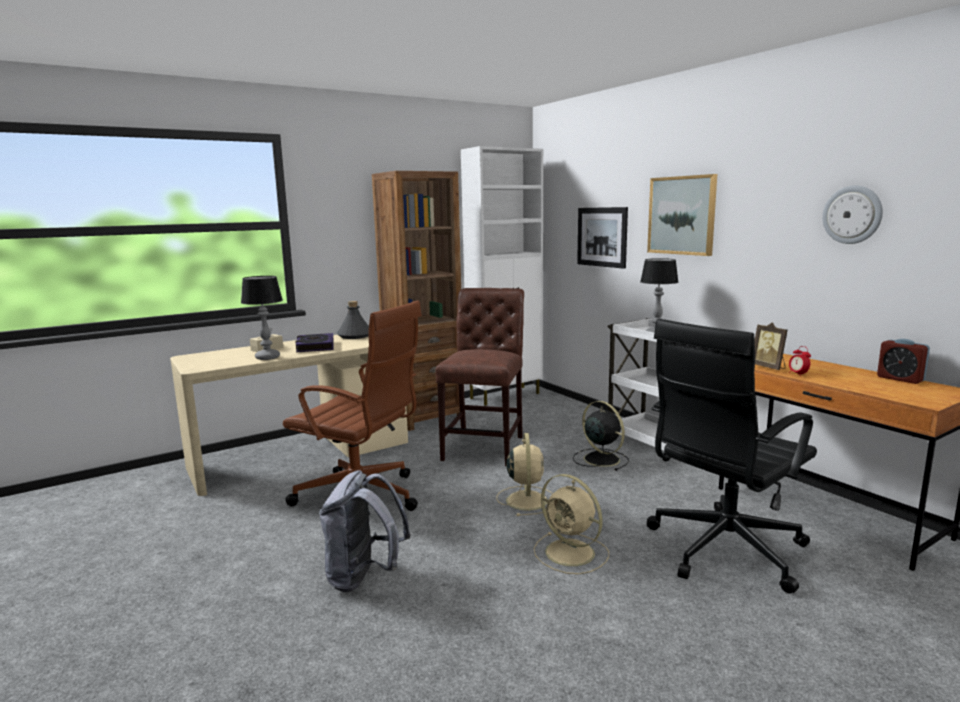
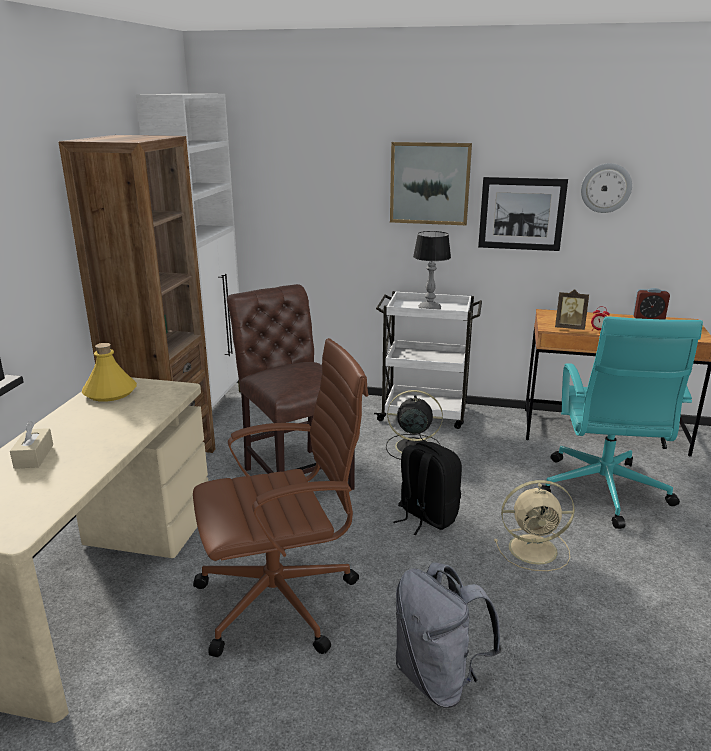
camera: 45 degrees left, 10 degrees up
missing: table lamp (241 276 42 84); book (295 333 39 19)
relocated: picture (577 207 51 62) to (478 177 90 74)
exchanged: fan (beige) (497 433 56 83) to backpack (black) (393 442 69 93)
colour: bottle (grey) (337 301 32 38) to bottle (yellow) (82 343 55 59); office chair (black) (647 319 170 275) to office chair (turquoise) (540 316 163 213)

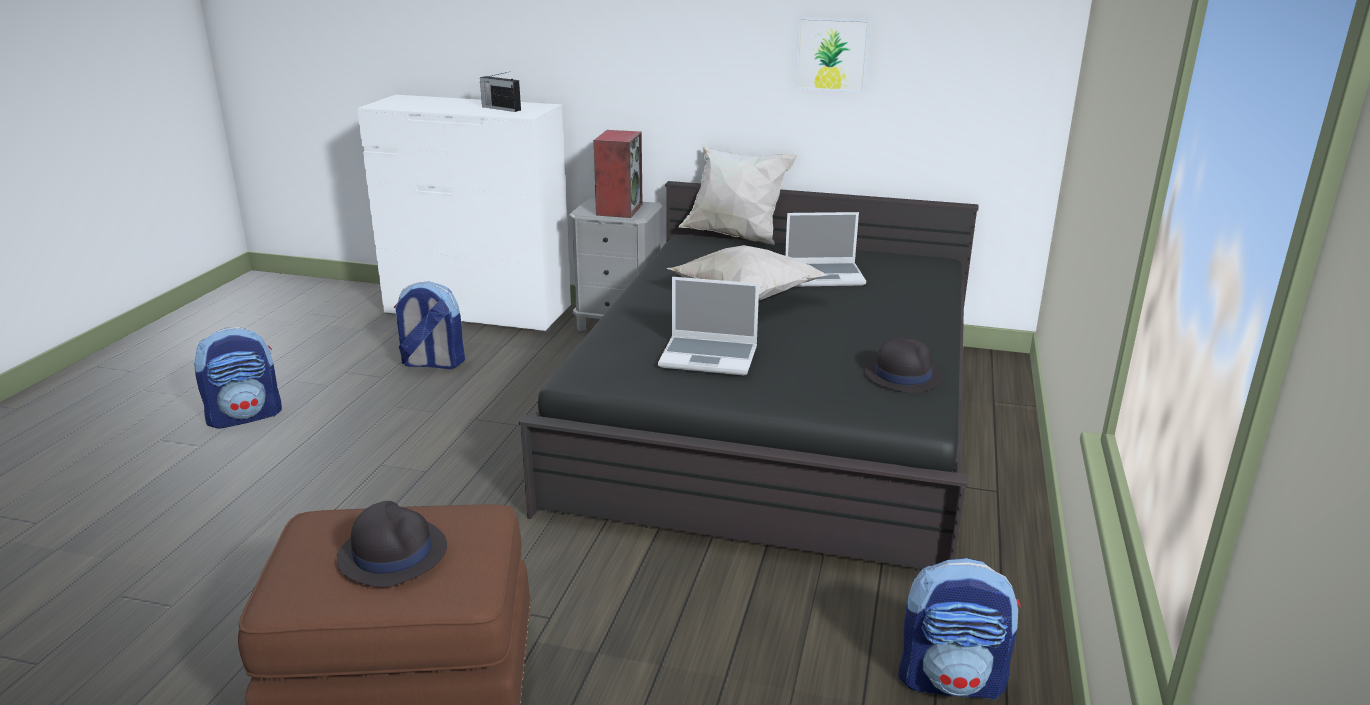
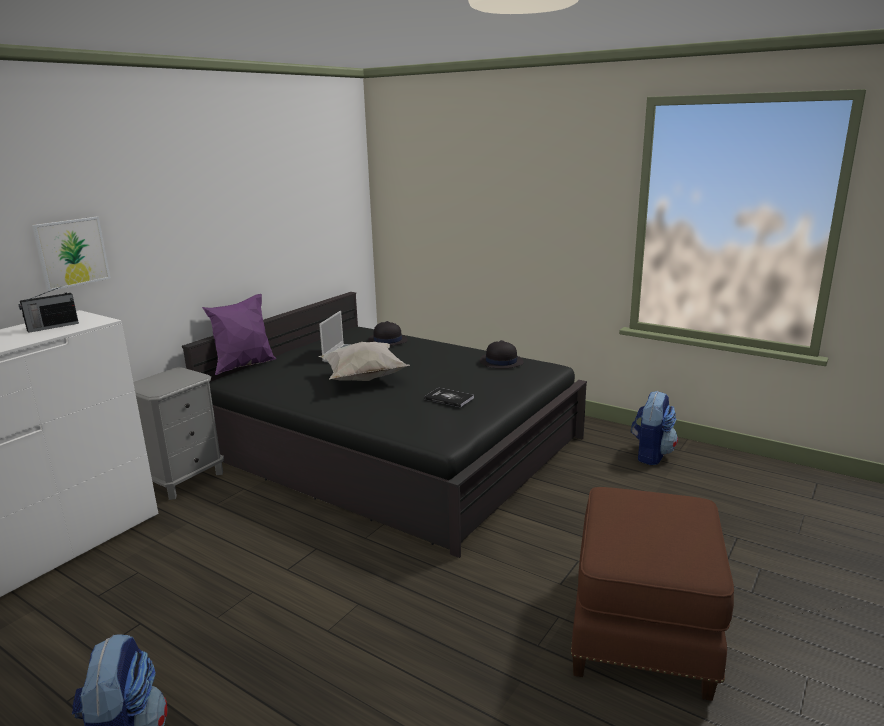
camera: 70 degrees left, 5 degrees down
missing: backpack (394 281 71 88); speaker (594 130 49 88)
relocated: hat (black) (337 501 110 86) to (368 321 40 25); picture (795 17 76 76) to (32 217 78 74)
exchanged: laptop (658 277 101 98) to book (424 388 50 19)
colour: pillow (white) (679 145 118 100) to pillow (purple) (202 294 74 81)

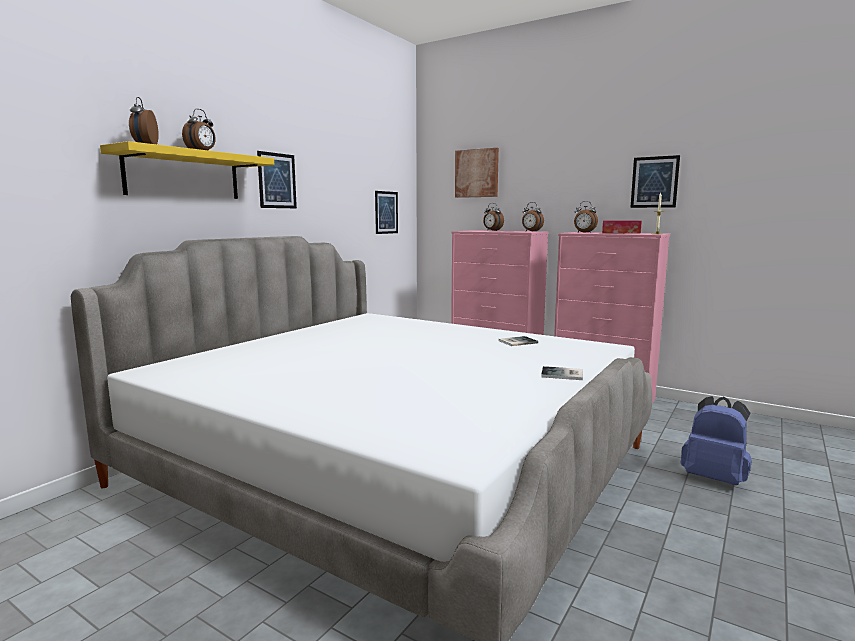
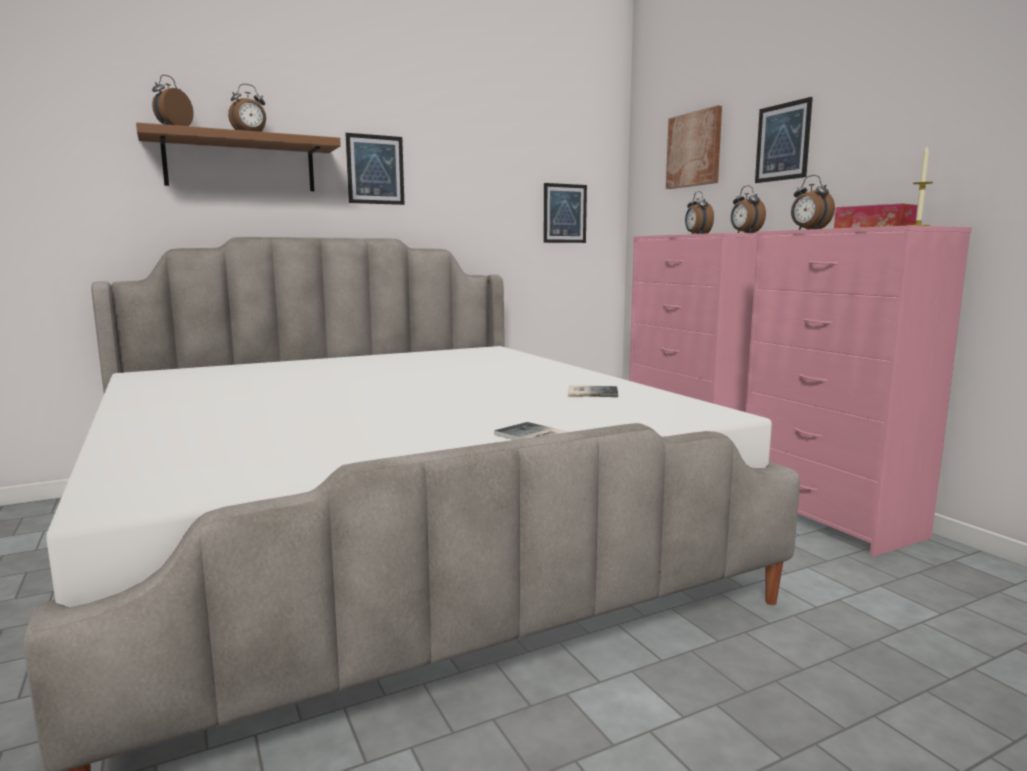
camera: 30 degrees right, 0 degrees up
missing: backpack (blue) (680 396 72 89)
relocated: picture (630 155 50 53) to (755 97 58 86)
colour: shelf (yellow) (100 141 174 58) to shelf (brown) (136 122 205 69)

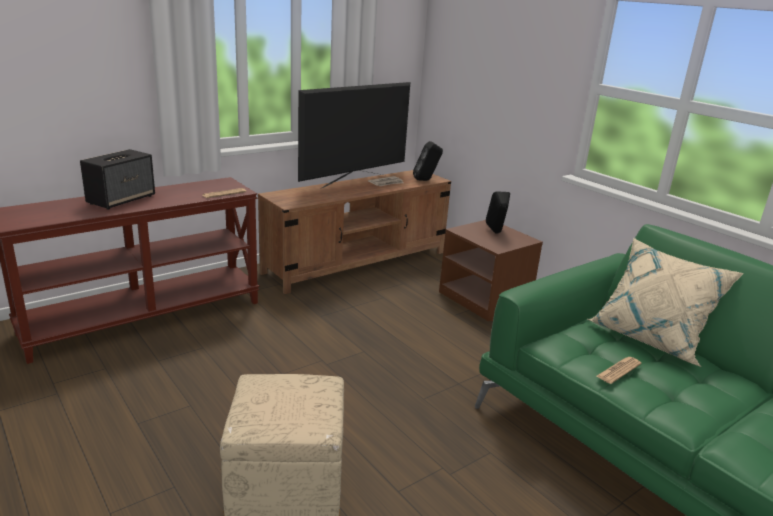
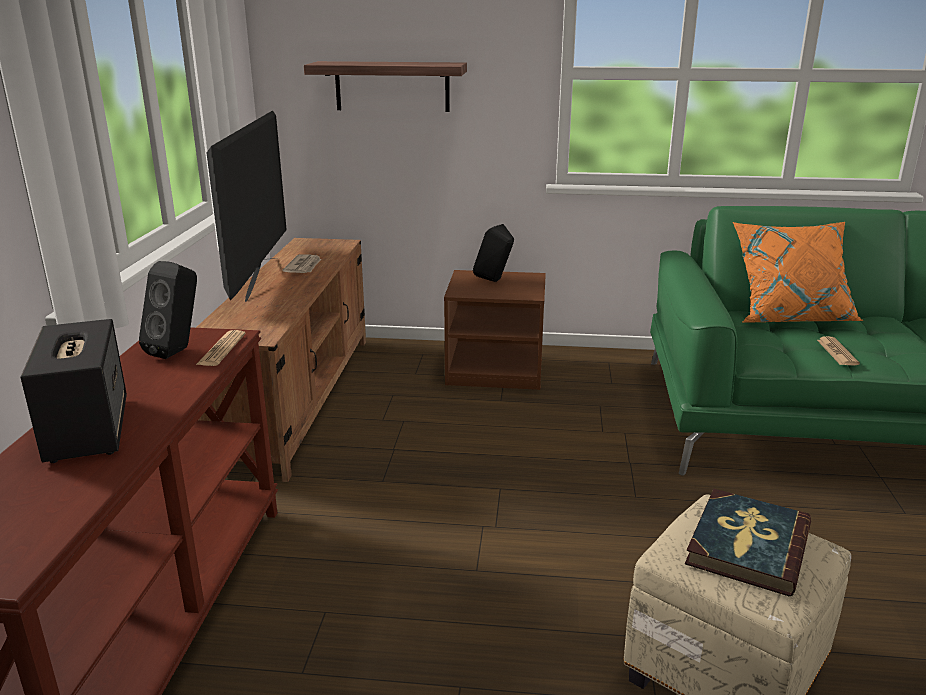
camera: 45 degrees left, 0 degrees up
appeared: shelf (304 61 163 51); book (685 489 126 107)
relocated: speaker (black) (413 141 30 40) to (139 261 58 98)
colour: pillow (beige) (587 238 157 129) to pillow (orange) (733 222 131 101)

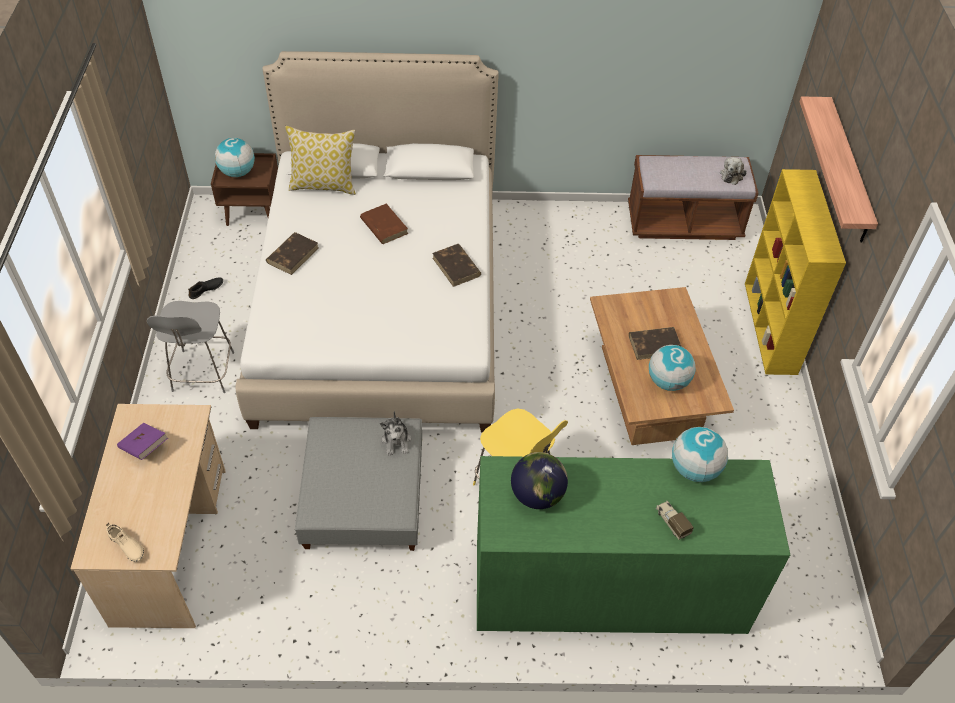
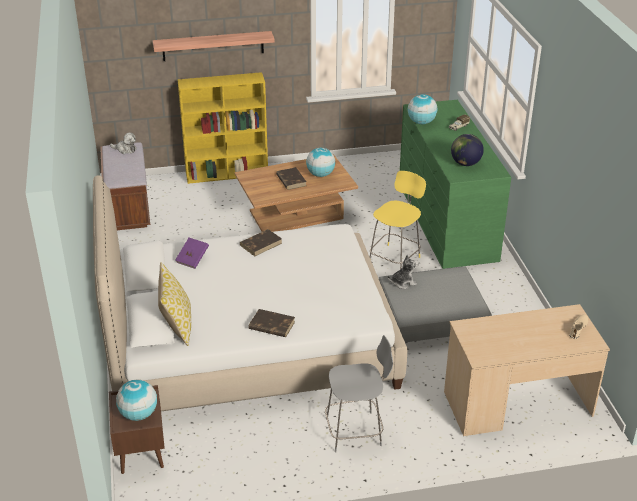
camera: 100 degrees left, 15 degrees down
missing: shoe (black) (188 278 35 21); book (brown) (360 204 48 40)
relocated: book (purple) (117 423 51 37) to (175 238 34 31)

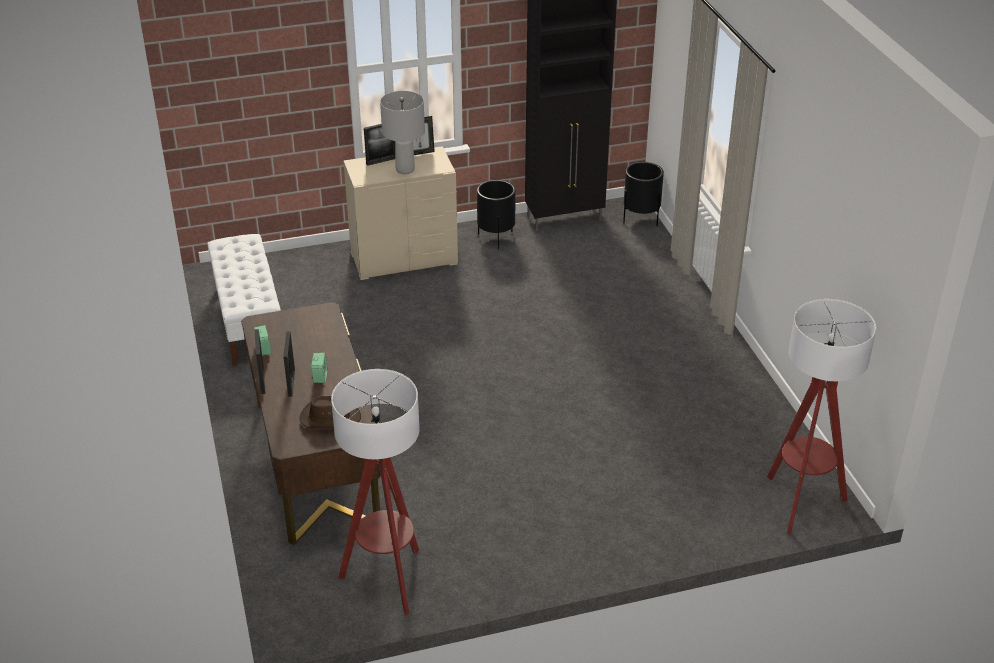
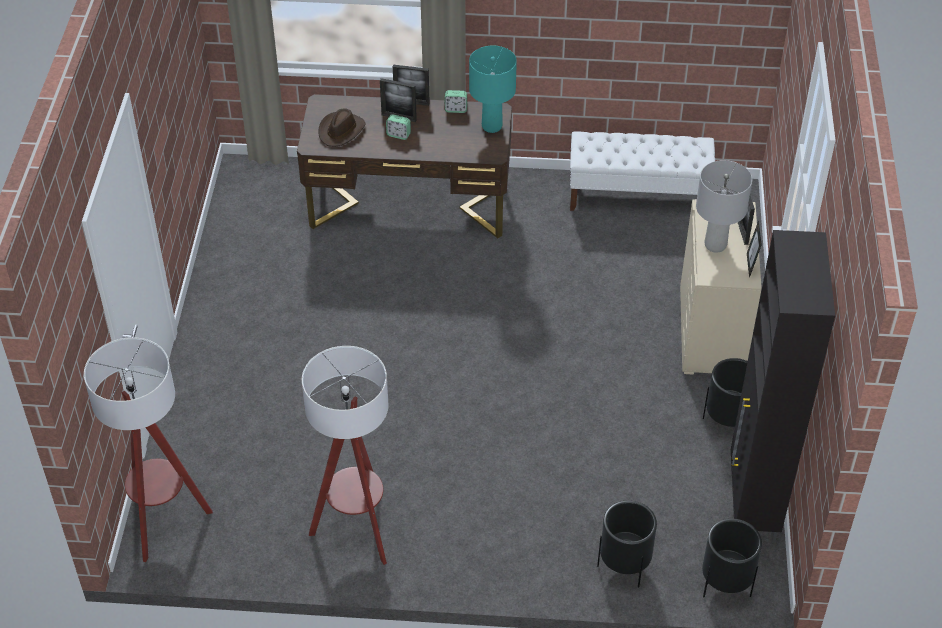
camera: 110 degrees right, 10 degrees up
appeared: table lamp (turquoise) (469 46 48 87); planter (black) (597 500 60 88)
relocated: floor lamp (331 369 88 246) to (302 346 86 219)

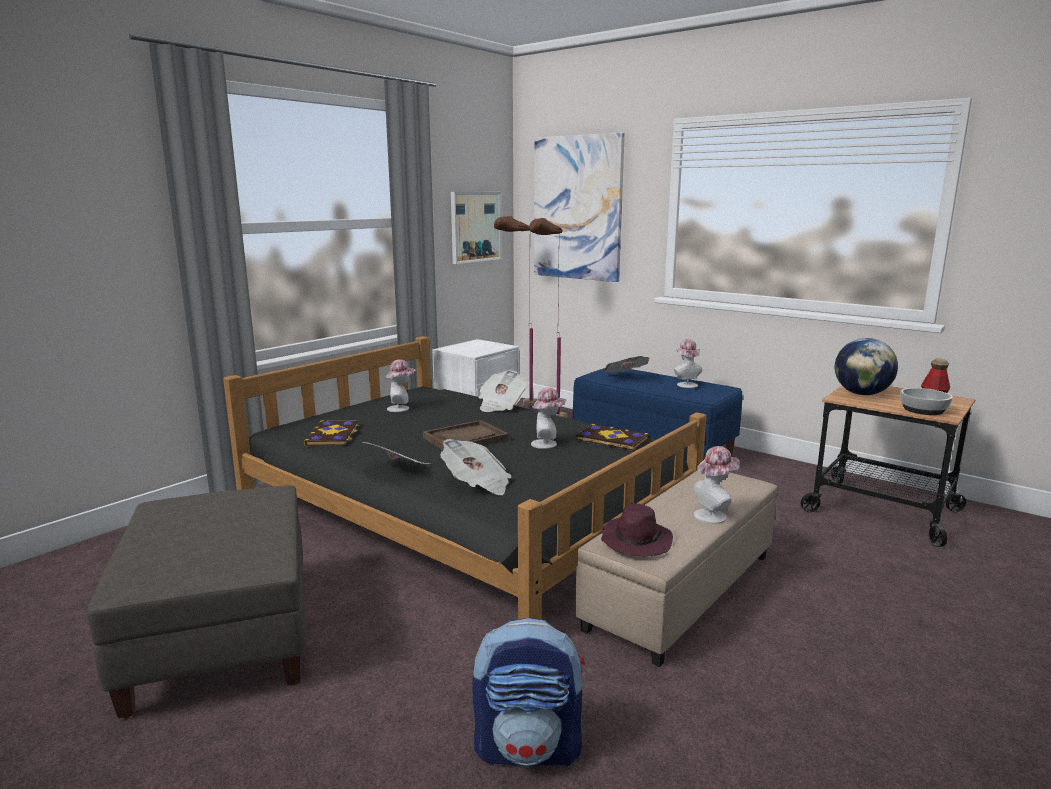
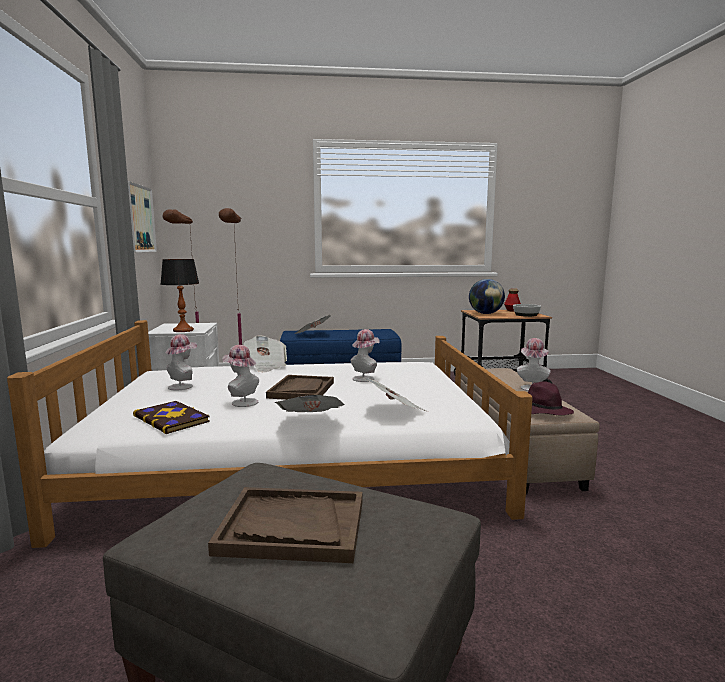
camera: 45 degrees left, 5 degrees down
missing: backpack (472 618 113 149); picture (534 132 91 150); book (576 424 73 27)
appeared: table lamp (160 259 39 73); tray (brown) (208 487 155 76)
relocated: hat (674 339 29 49) to (222 345 37 62)
colour: bed (black) (223 336 484 284) to bed (white) (7 320 526 228)

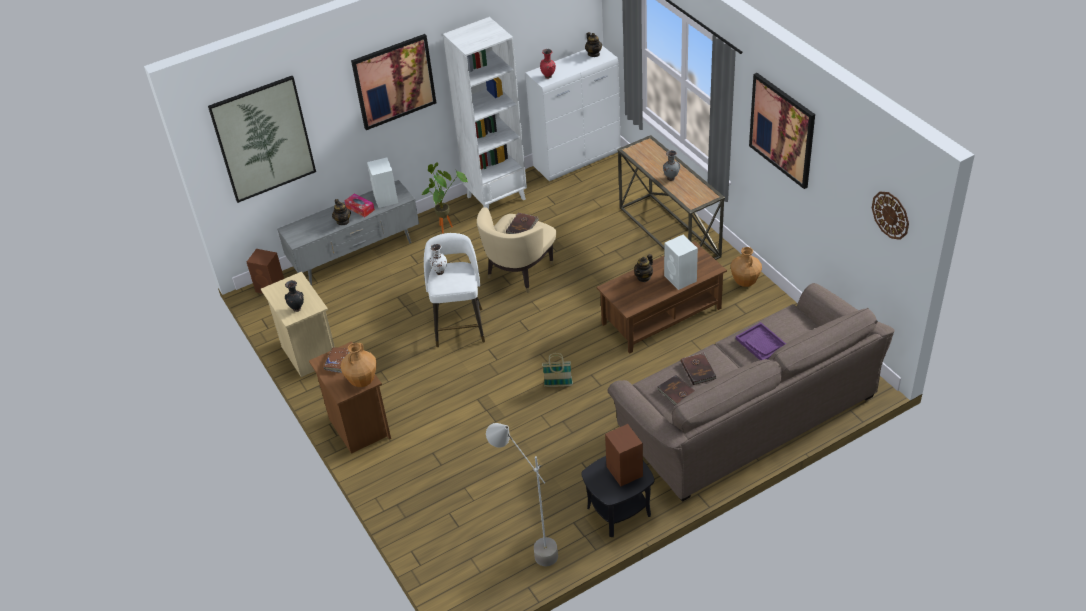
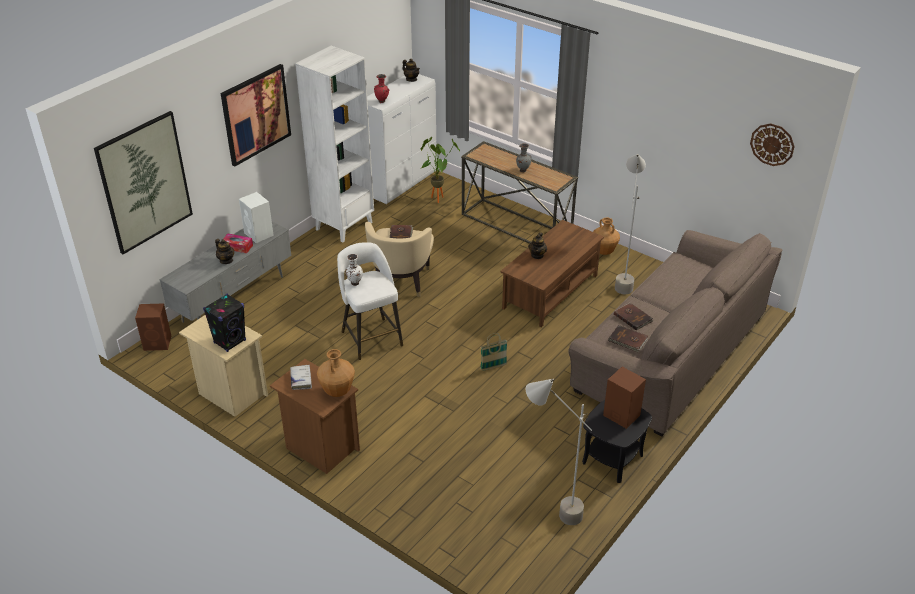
camera: 25 degrees left, 5 degrees down
missing: speaker (white) (664 235 34 55); tray (purple) (736 322 50 38); picture (749 73 66 116)
appeared: floor lamp (grey) (615 154 31 140)
relocated: potted plant (421 162 47 71) to (420 137 40 66)
exchanged: vase (black) (285 280 19 32) to speaker (black) (203 294 43 58)
colour: book (brown) (324 347 26 26) to book (white) (290 365 22 25)

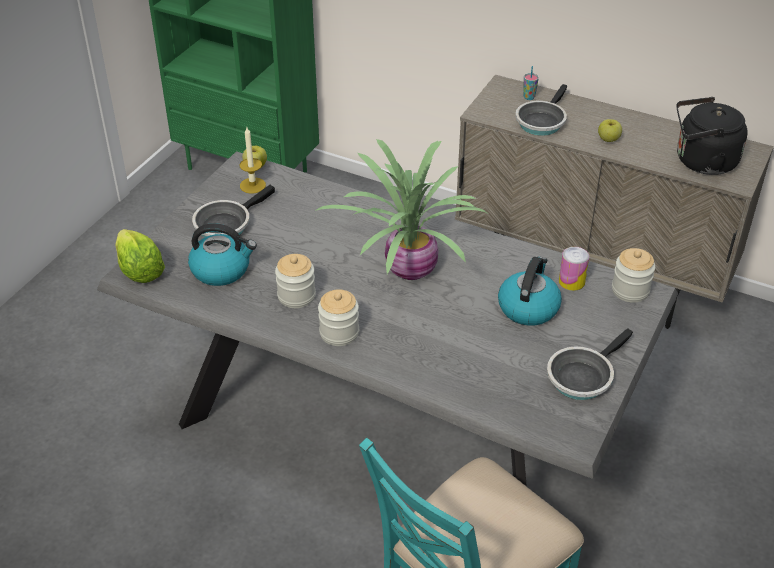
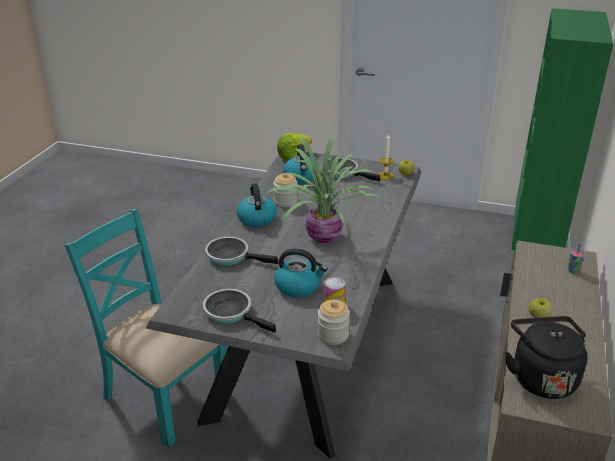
camera: 80 degrees right, 10 degrees down
relocated: frying pan (515 84 52 52) to (205 237 73 29)
exchanged: jar (318 289 41 57) to kettle (237 183 40 44)

